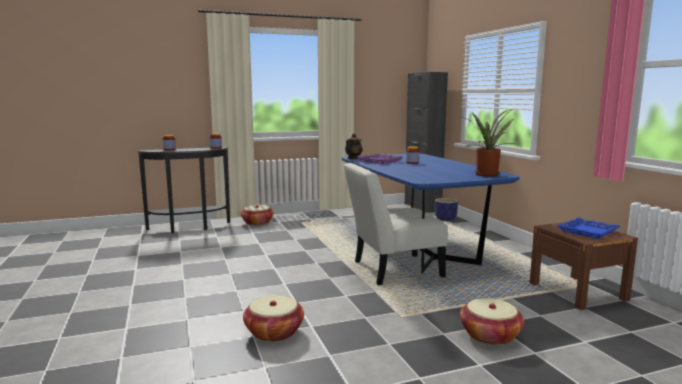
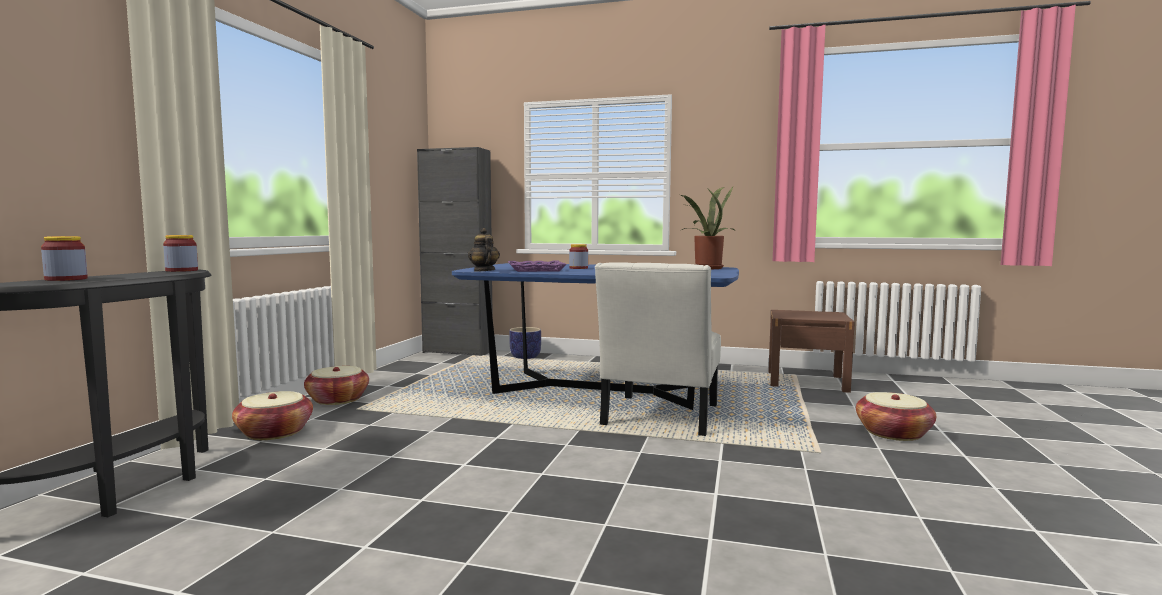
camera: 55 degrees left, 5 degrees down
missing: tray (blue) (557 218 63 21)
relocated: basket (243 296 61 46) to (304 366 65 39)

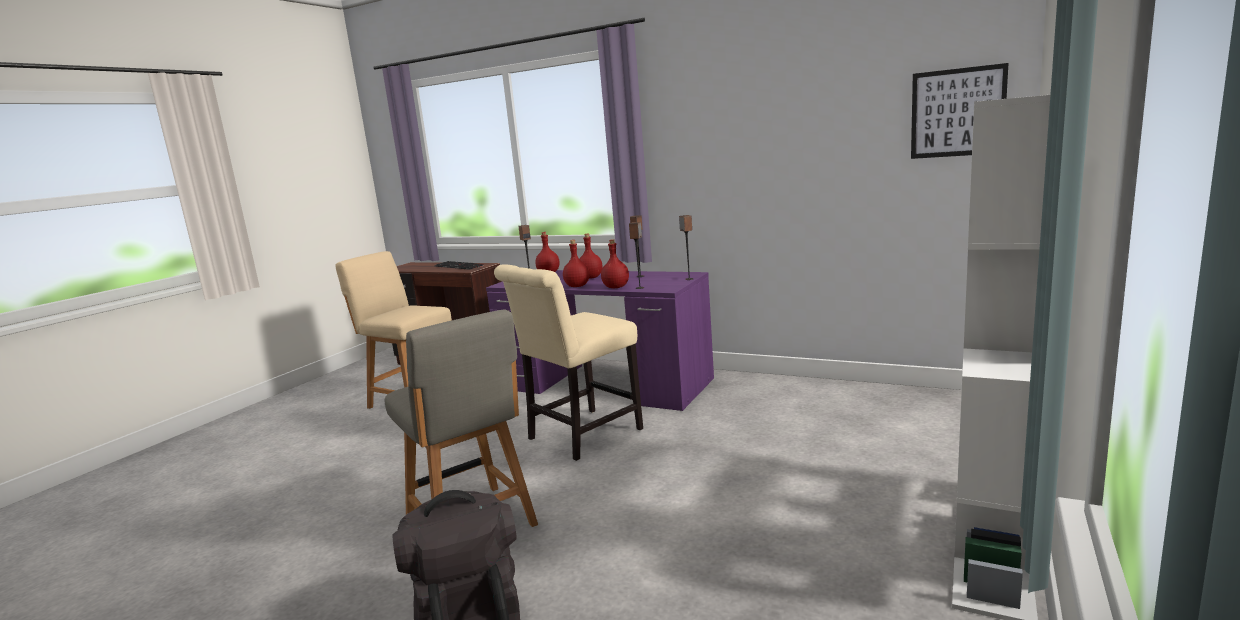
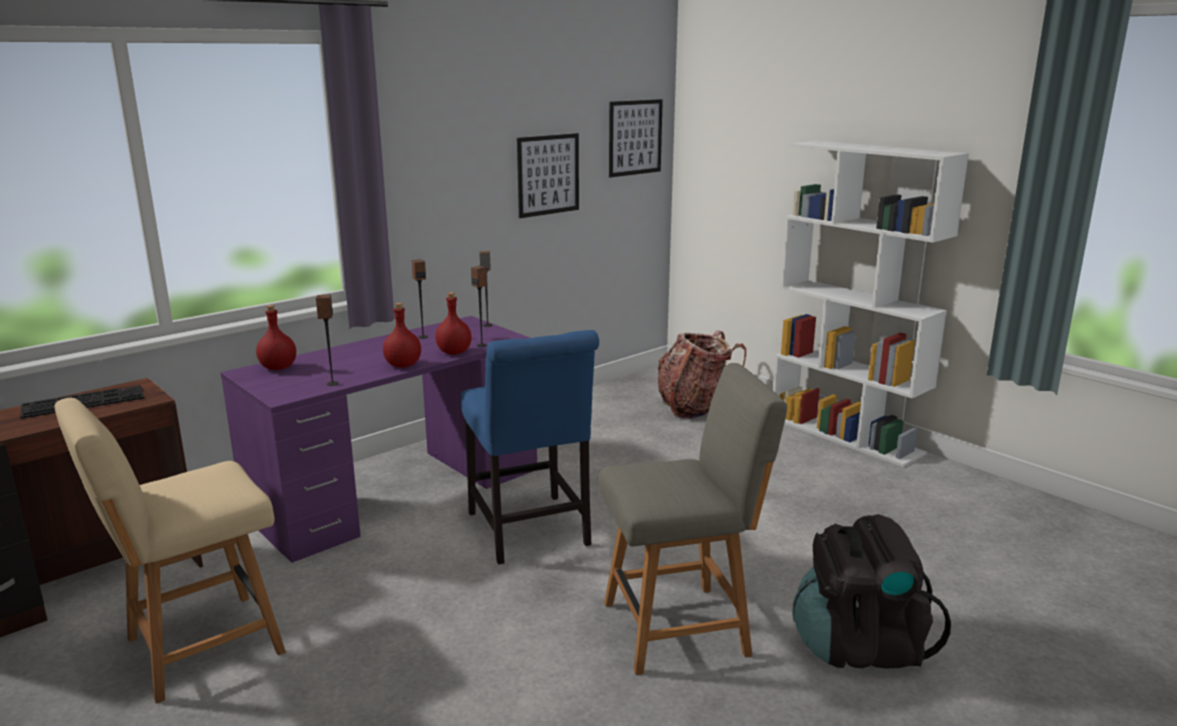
camera: 70 degrees left, 5 degrees up
missing: bottle (red) (579 234 24 45)
appeared: picture (517 133 62 85); backpack (658 331 88 88)
colour: chair (beige) (494 264 149 197) to chair (blue) (461 330 138 235)

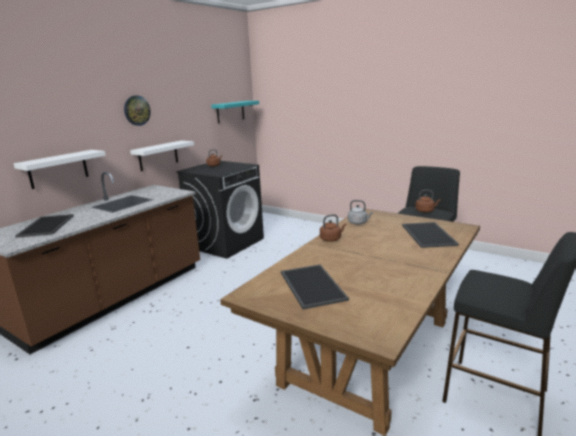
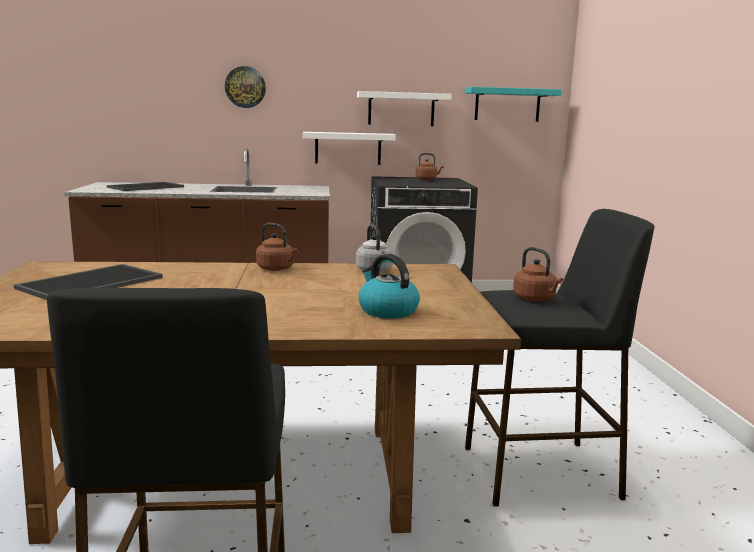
camera: 50 degrees right, 5 degrees down
relocated: shelf (white) (13 150 93 39) to (357 91 95 35); wall clock (124 95 27 31) to (225 66 41 42)
exchanged: tray (402 222 57 26) to kettle (359 254 61 64)

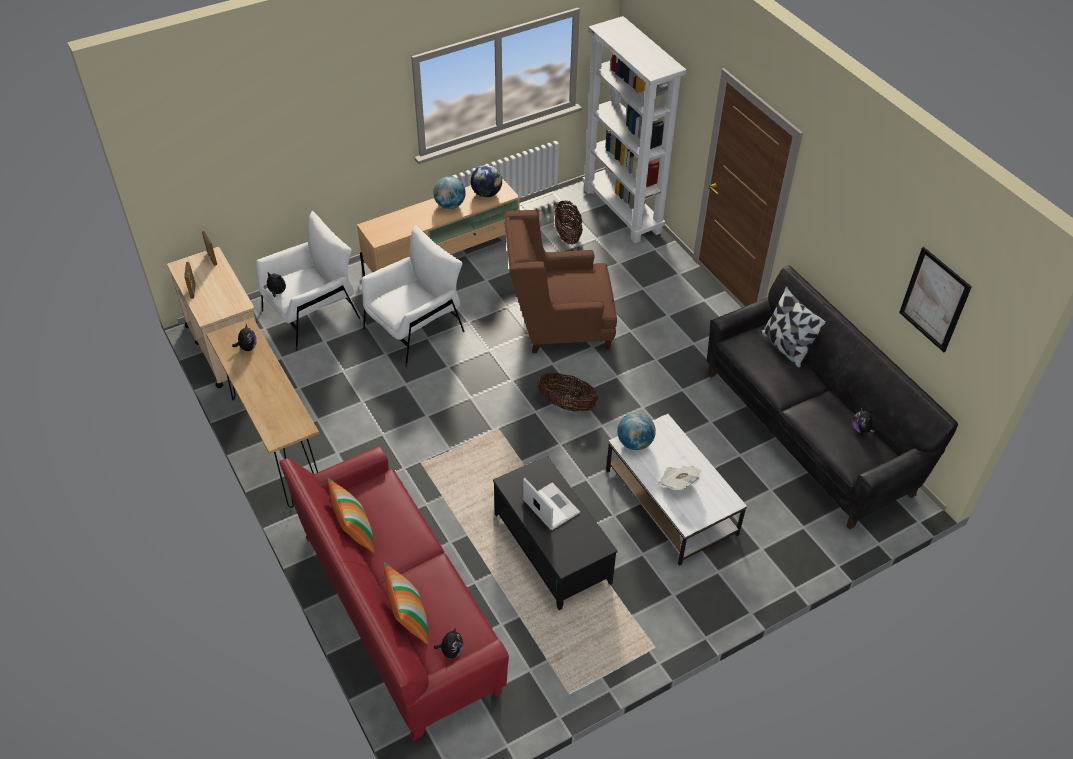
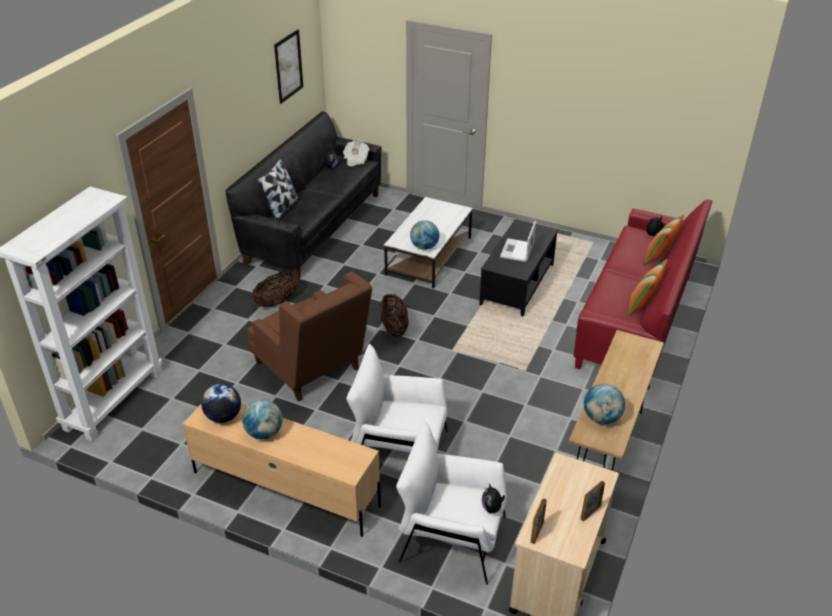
camera: 125 degrees left, 10 degrees down
relocated: basket (554 201 29 43) to (252 271 47 37); newspaper (659 466 42 24) to (343 139 26 27)
exchanged: plush toy (232 323 25 28) to globe (584 383 41 41)

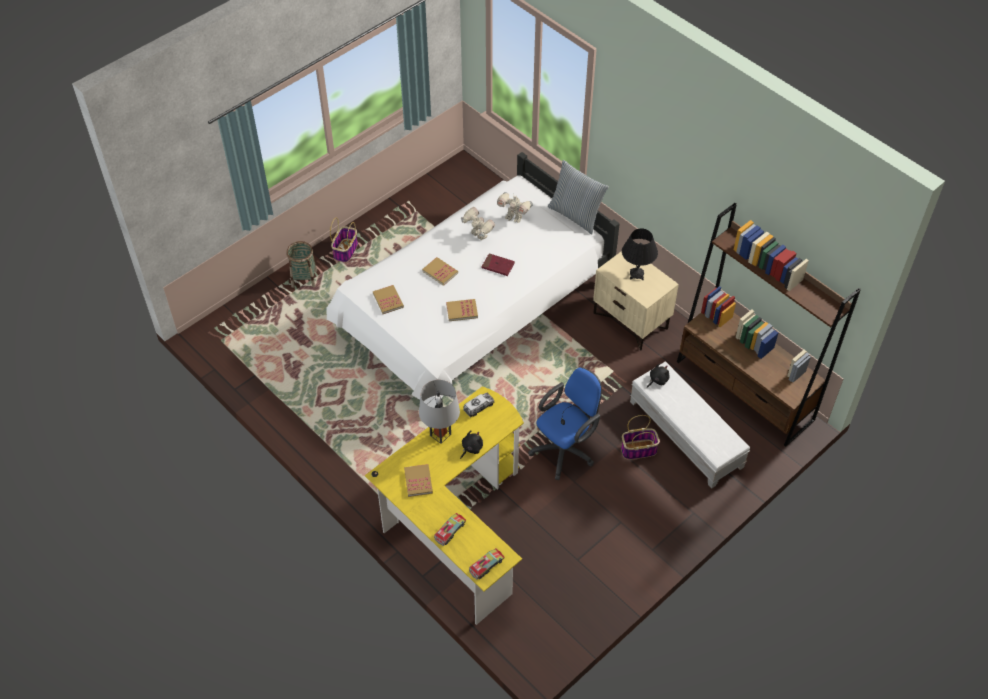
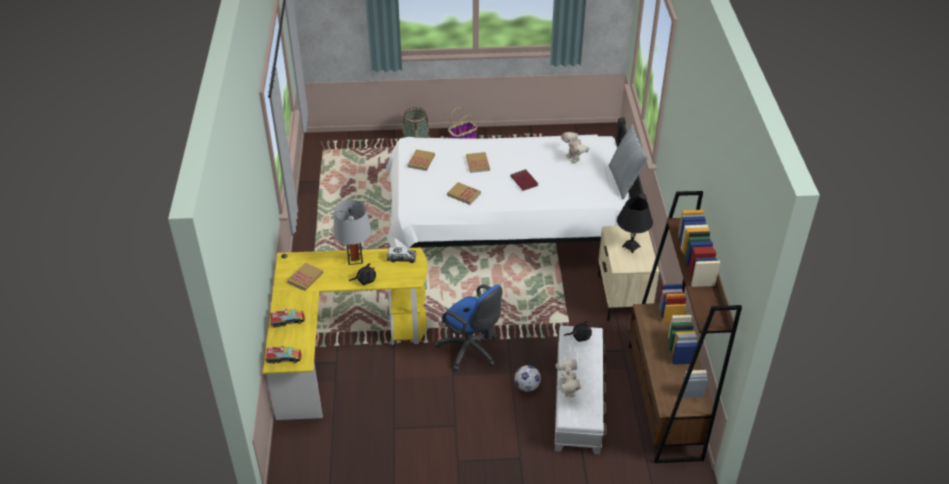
camera: 40 degrees right, 10 degrees down
relocated: toy robot (461 207 34 33) to (555 359 26 38)
exchanged: basket (621 415 39 45) to football (515 365 26 27)
spun: office chair (blue) (528 367 74 113) = (435 285 67 86) 45 degrees clockwise

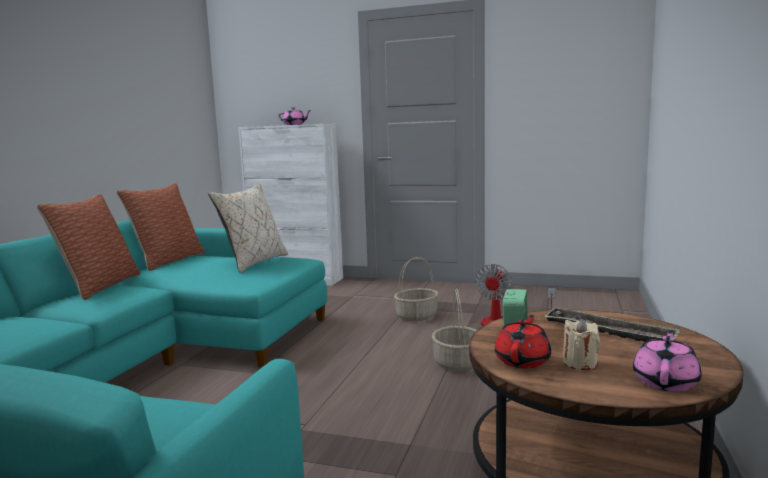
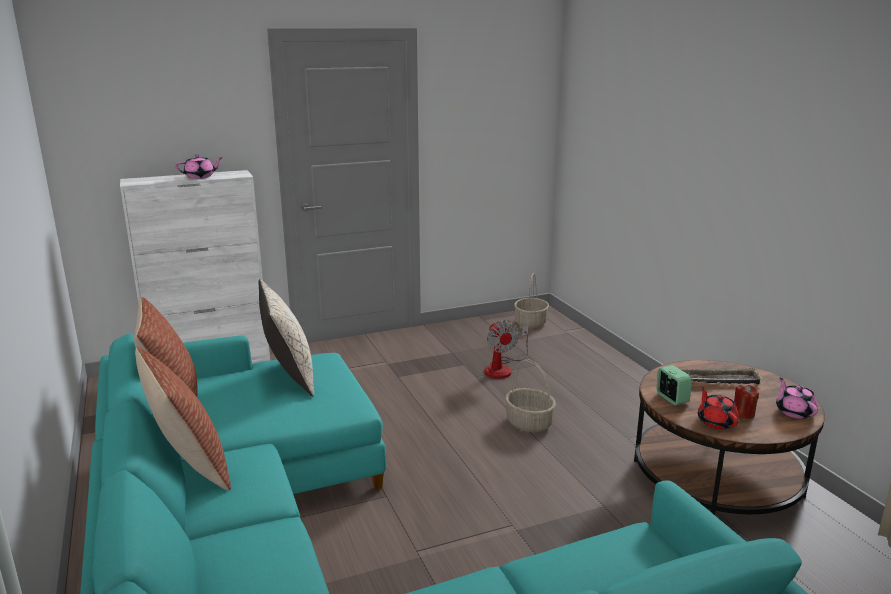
camera: 40 degrees left, 10 degrees up
relocated: basket (394 257 45 64) to (514 273 35 55)
colour: candle (beige) (563 318 37 52) to candle (red) (734 385 25 34)

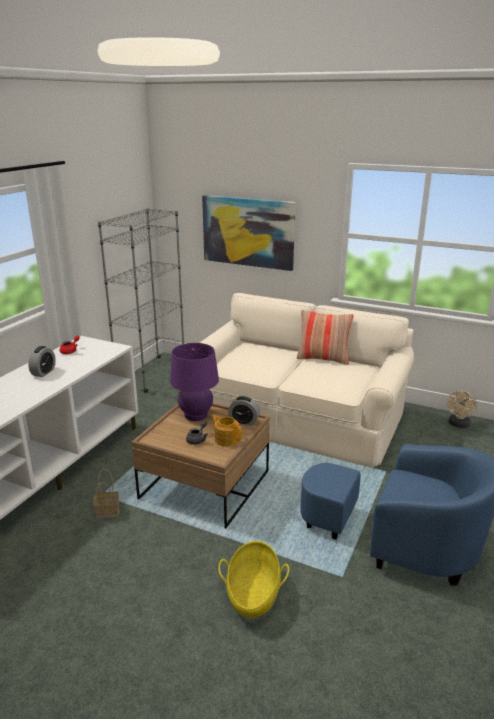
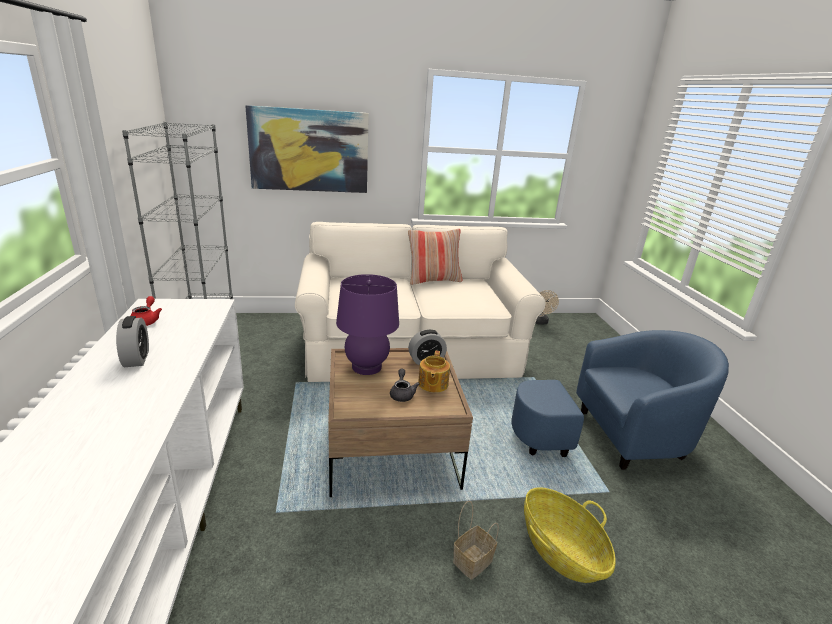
camera: 35 degrees left, 0 degrees up
relocated: basket (93 469 26 50) to (453 501 46 79)
spun: teapot (211 415 31 32) = (418 351 32 42) 90 degrees counterclockwise

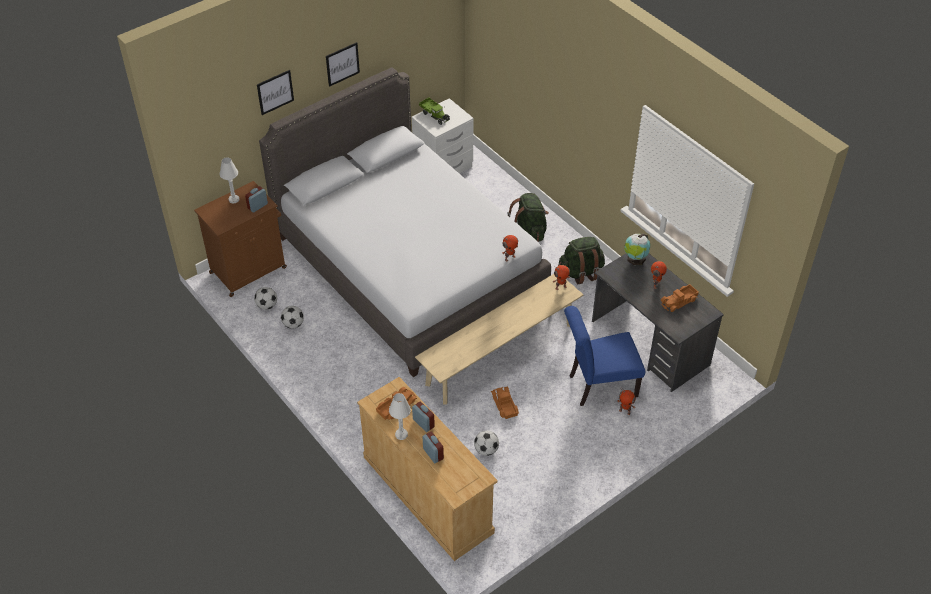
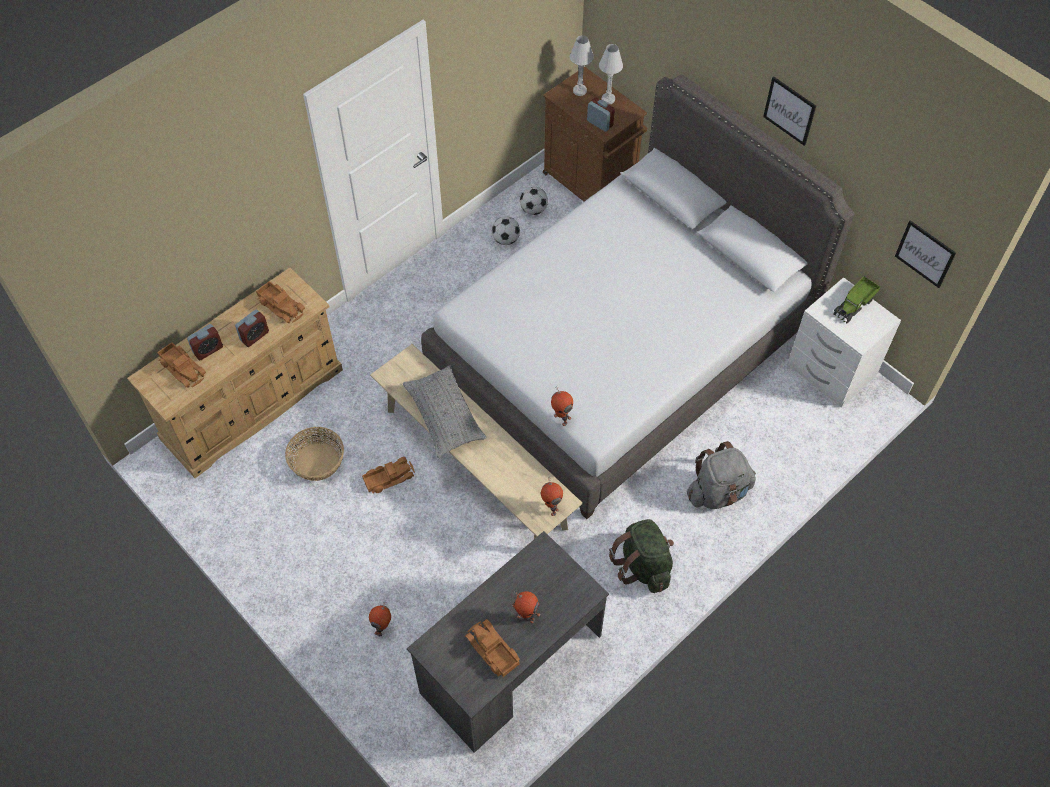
camera: 85 degrees right, 10 degrees up
missing: chair (blue) (564 306 81 100); globe (624 234 26 31)
appeared: toy truck (157 342 49 46); pillow (grey) (403 365 83 93)
relocated: picture (257 70 37 45) to (895 220 61 68); table lamp (white) (389 393 22 47) to (570 35 24 61)
exchanged: football (474 431 25 25) to basket (285 427 59 54)
colour: backpack (green) (507 193 42 49) to backpack (grey) (687 441 69 68)

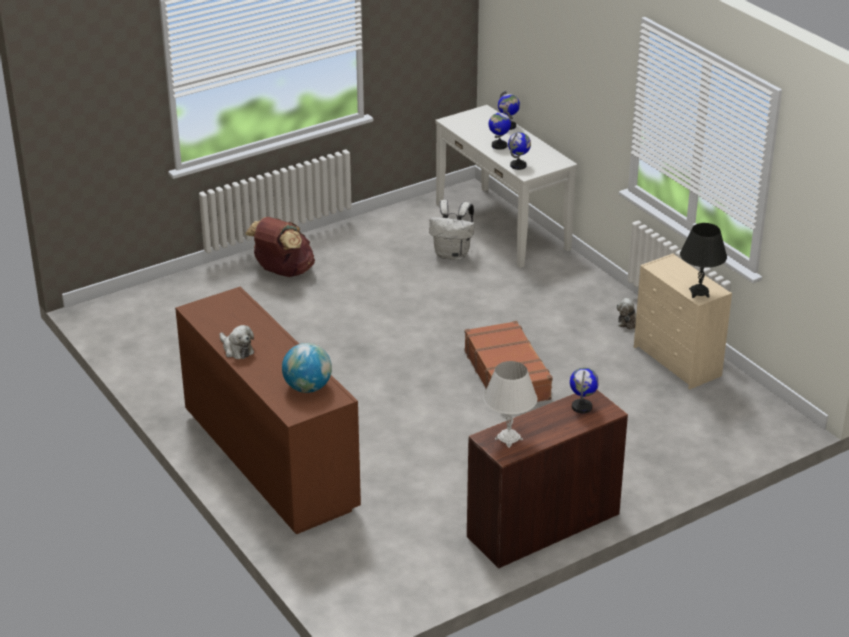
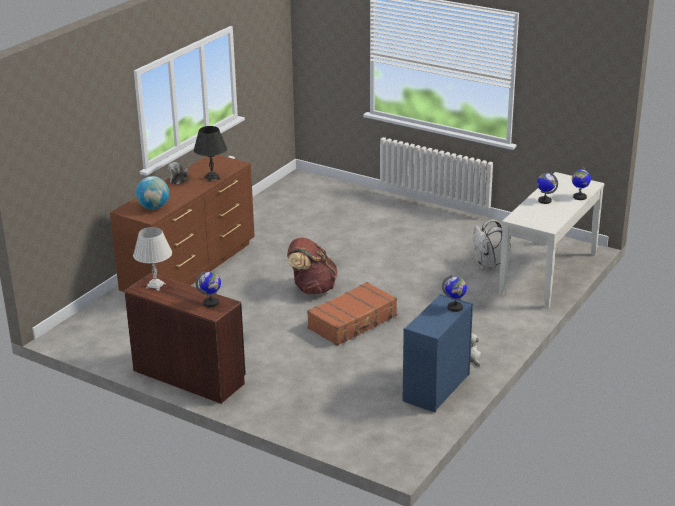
camera: 65 degrees right, 5 degrees down
relocated: backpack (brown) (245 217 70 60) to (287 237 50 58); globe (508 132 23 38) to (442 275 25 37); table lamp (black) (680 223 47 75) to (193 126 34 56)
colour: dresser (beige) (634 253 98 137) to dresser (blue) (402 294 71 118)

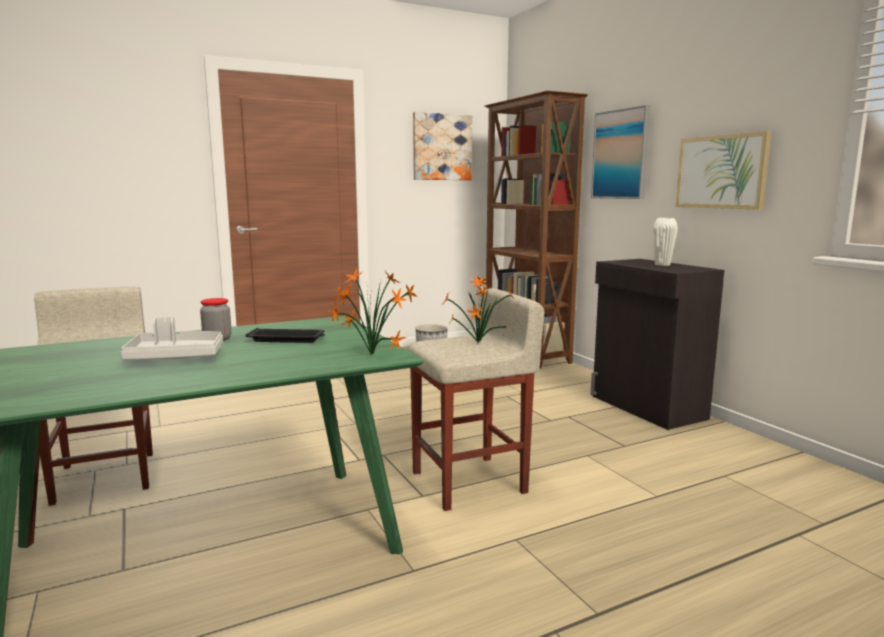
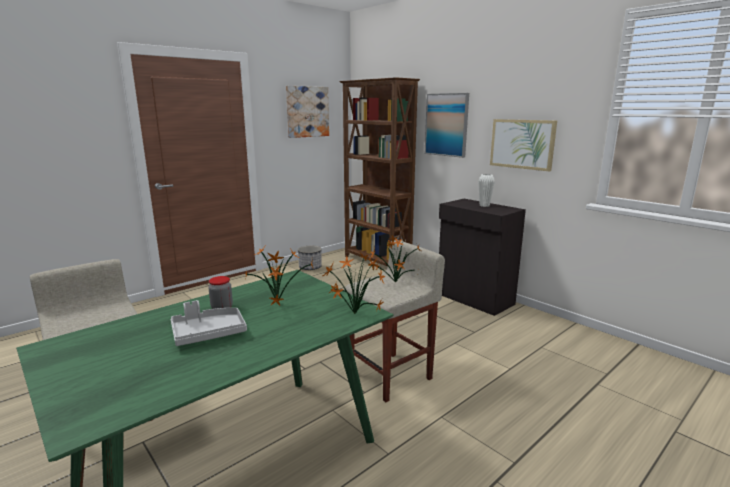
camera: 15 degrees left, 5 degrees up
exchanged: tray (black) (246 328 79 15) to potted plant (245 247 68 59)

